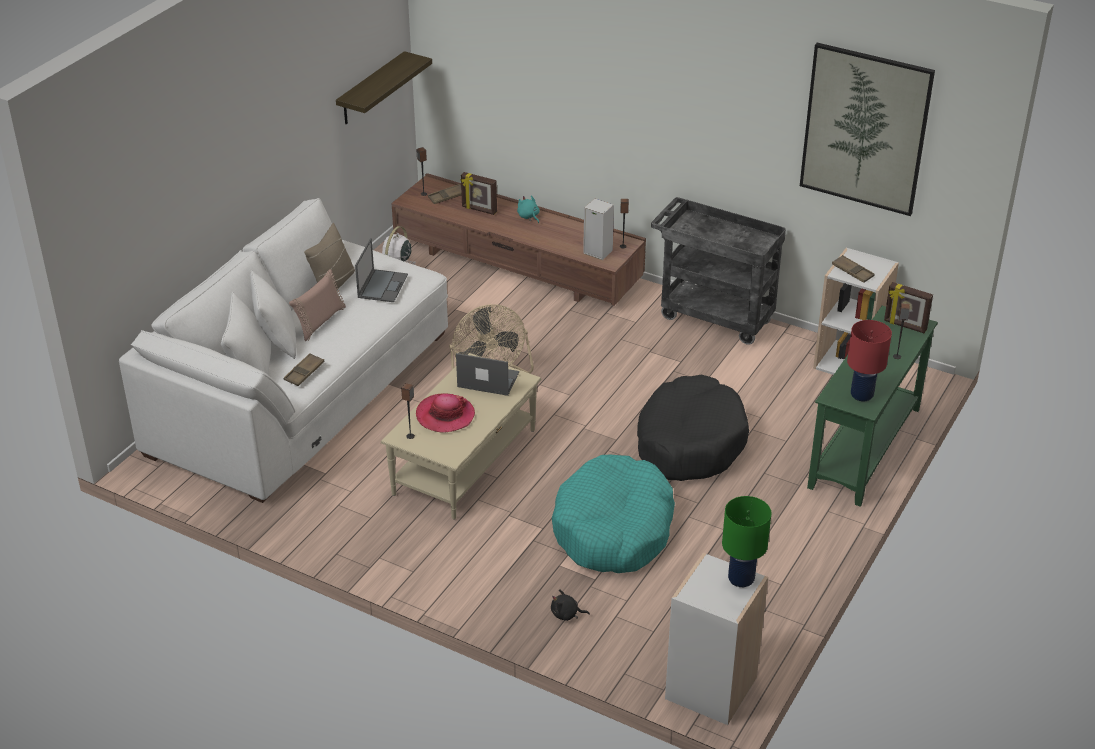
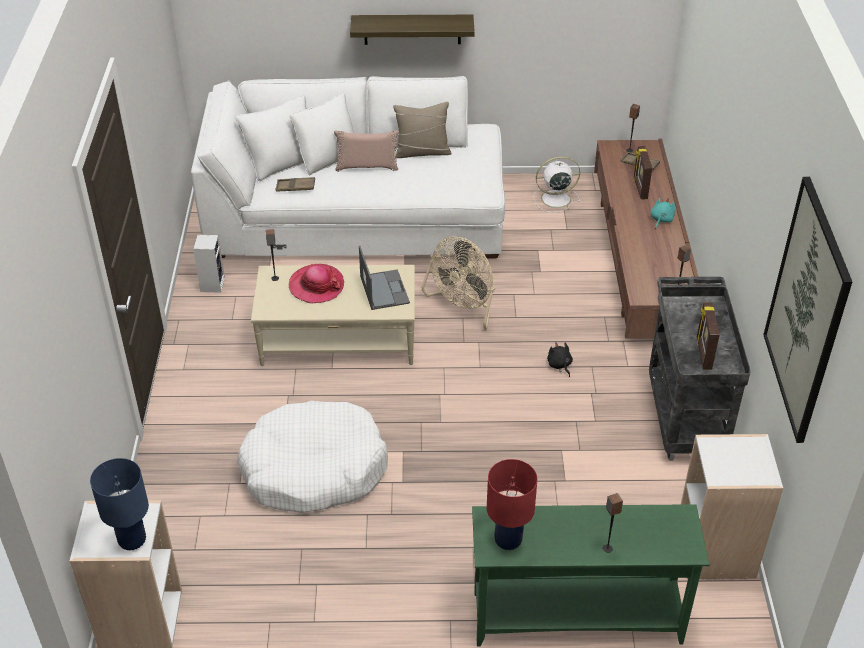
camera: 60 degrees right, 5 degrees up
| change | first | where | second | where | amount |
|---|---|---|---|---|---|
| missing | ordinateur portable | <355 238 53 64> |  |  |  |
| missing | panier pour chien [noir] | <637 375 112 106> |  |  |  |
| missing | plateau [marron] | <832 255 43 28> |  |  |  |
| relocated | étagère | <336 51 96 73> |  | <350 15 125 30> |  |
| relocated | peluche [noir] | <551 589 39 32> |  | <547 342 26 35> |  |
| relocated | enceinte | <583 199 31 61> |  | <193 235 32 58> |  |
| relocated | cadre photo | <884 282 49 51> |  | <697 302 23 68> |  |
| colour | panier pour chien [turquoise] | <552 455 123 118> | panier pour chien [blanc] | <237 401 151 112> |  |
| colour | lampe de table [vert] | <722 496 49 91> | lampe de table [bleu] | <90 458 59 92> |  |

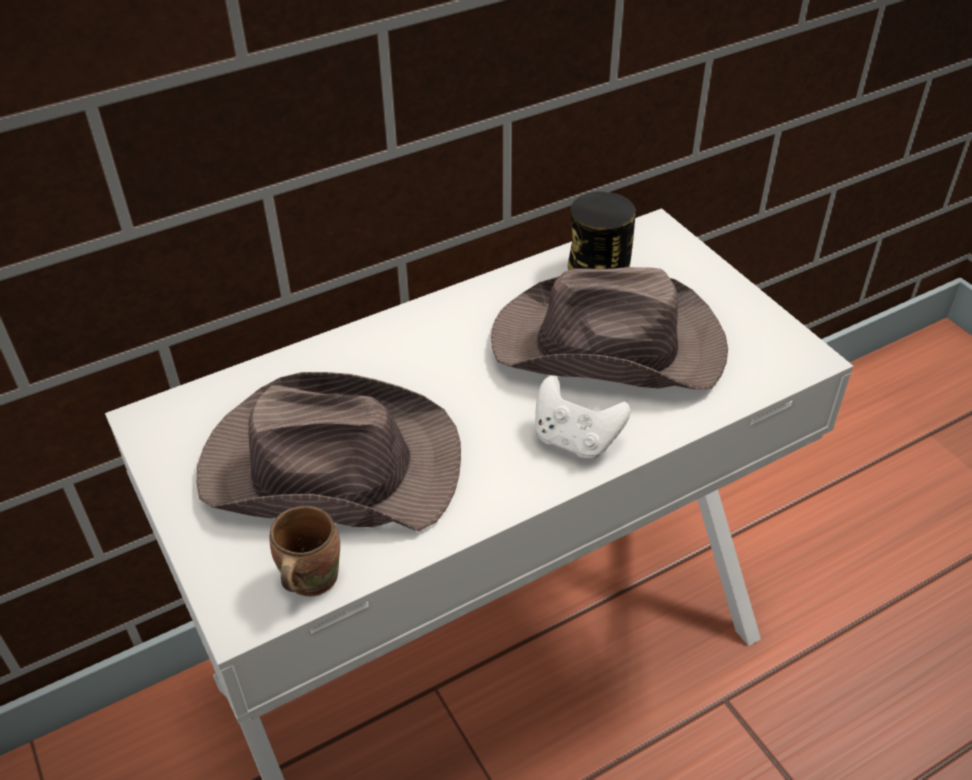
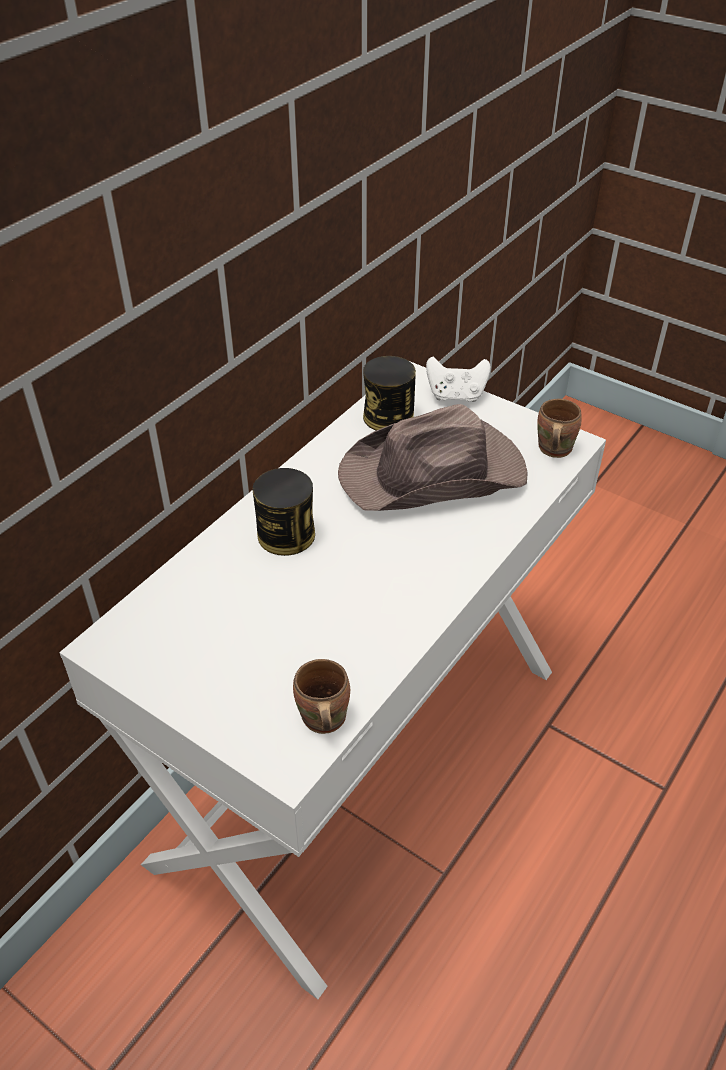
camera: 25 degrees left, 0 degrees up
| change | first | where | second | where | amount |
|---|---|---|---|---|---|
| missing | chapeau [marron] | <197 372 264 160> |  |  |  |
| appeared |  |  | boîte métallique | <253 468 62 88> |  |
| appeared |  |  | mug [marron] | <537 399 45 59> |  |
| relocated | manette [blanc] | <535 376 96 83> |  | <426 357 65 45> |  |

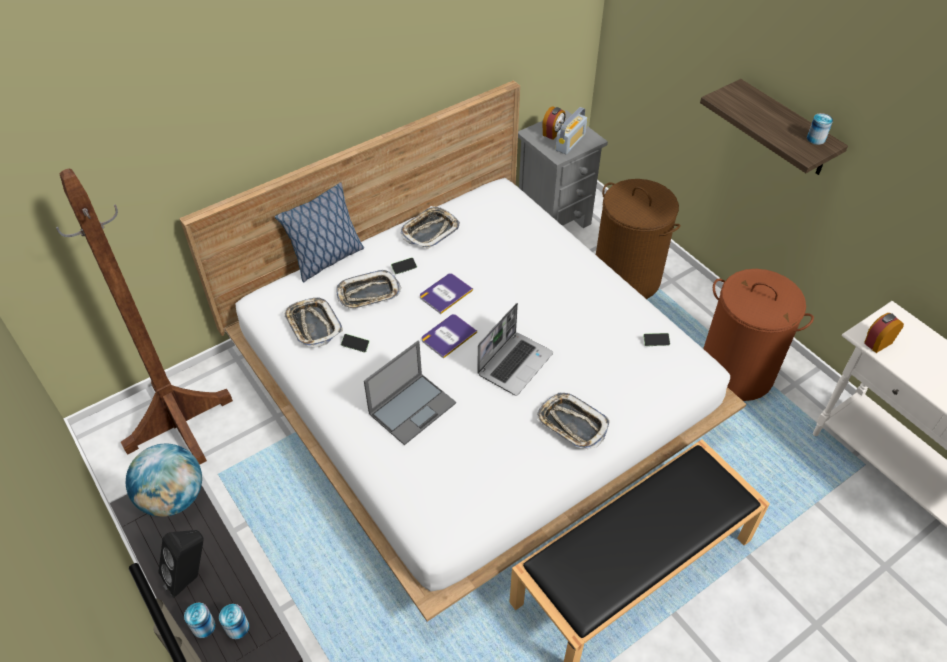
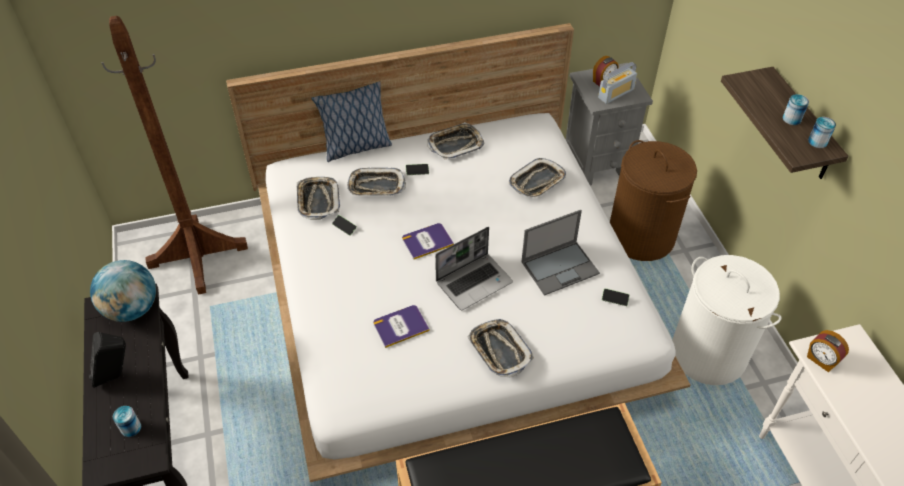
camera: 20 degrees right, 0 degrees up
| change | first | where | second | where | amount |
|---|---|---|---|---|---|
| appeared |  |  | plateau | <509 158 57 40> |  |
| relocated | boîte métallique | <184 603 32 35> |  | <783 94 26 31> |  |
| relocated | ordinateur portable | <364 341 92 104> |  | <521 210 79 86> |  |
| relocated | livre | <420 273 53 41> |  | <373 305 57 43> |  |
| colour | panier à linge [marron] | <703 269 111 132> | panier à linge [blanc] | <672 255 109 130> |  |
| spun | réveil | <864 313 40 40> |  | <807 330 42 42> | 120 degrees counterclockwise |

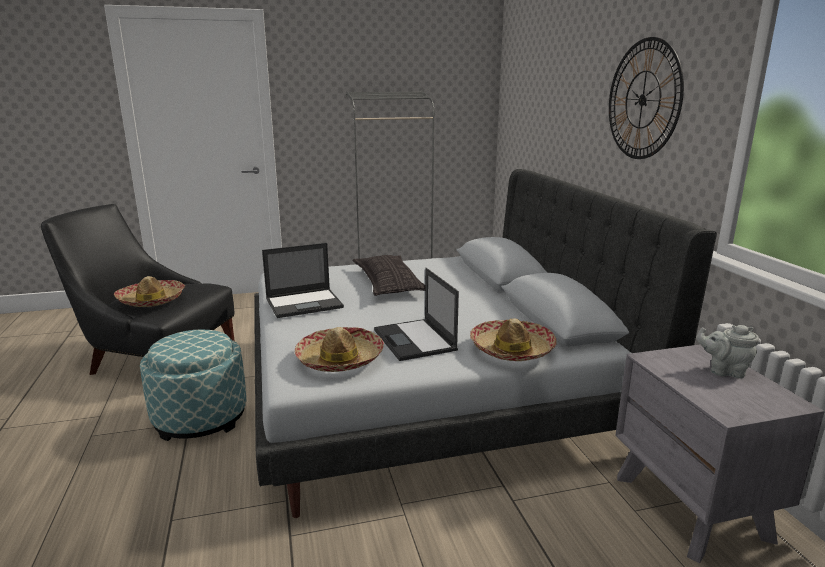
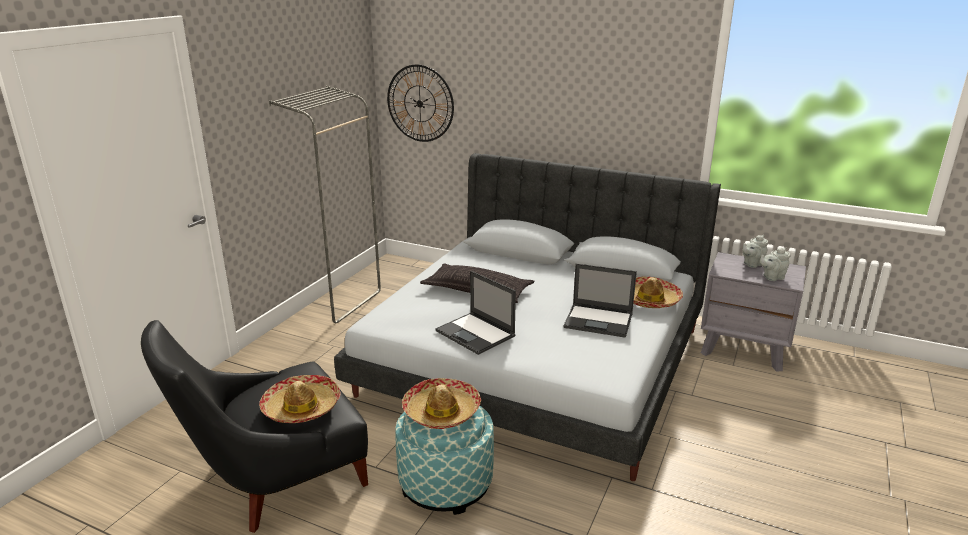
camera: 50 degrees left, 5 degrees up
| change | first | where | second | where | amount |
|---|---|---|---|---|---|
| appeared |  |  | théière [gris] | <760 248 31 33> |  |
| relocated | chapeau | <295 327 89 45> |  | <402 378 79 51> |  |
| relocated | horloge murale | <609 37 75 122> |  | <387 64 67 78> |  |
| spun | ordinateur portable | <262 243 82 75> |  | <435 271 81 84> | 120 degrees clockwise |

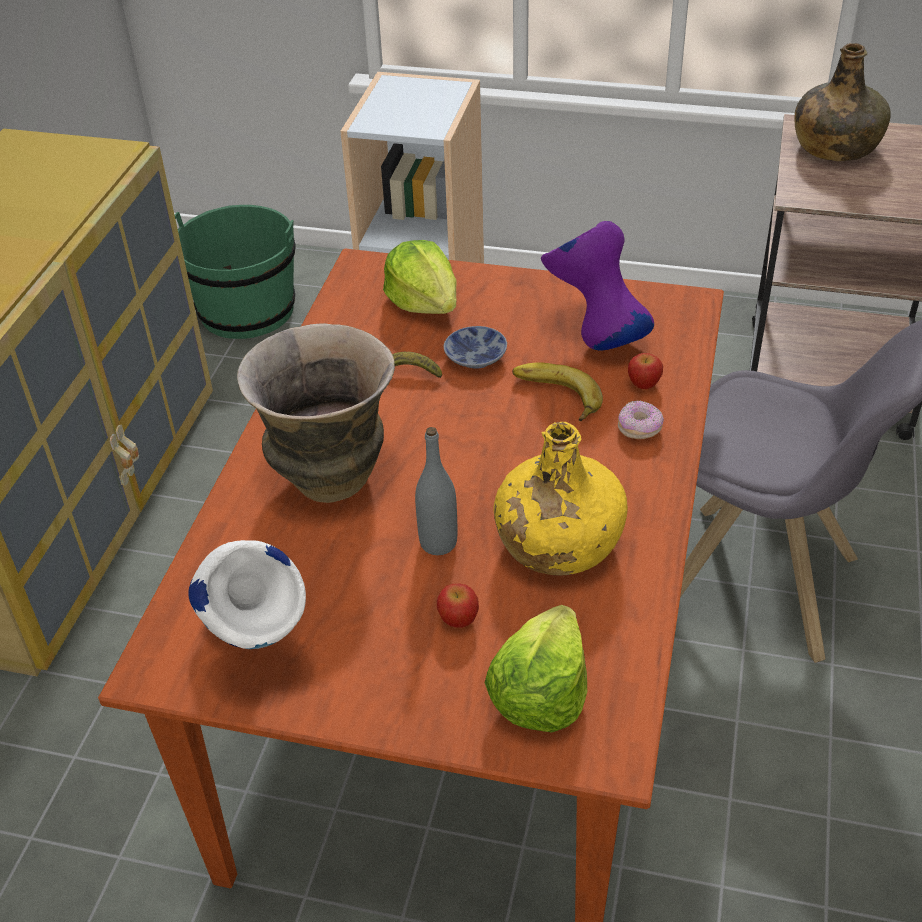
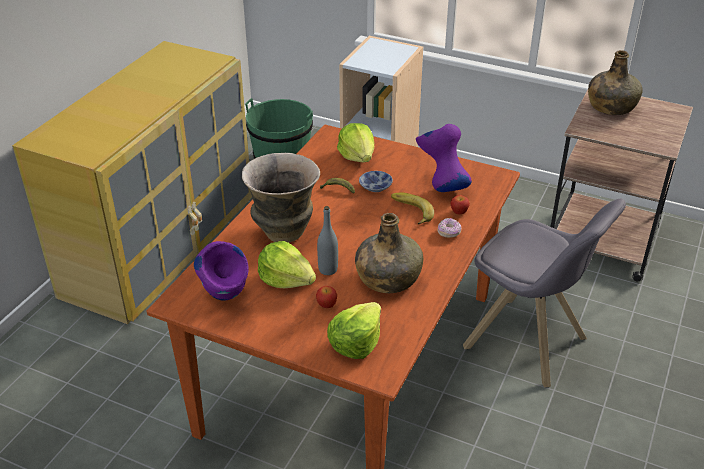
camera: 10 degrees right, 5 degrees down
| change | first | where | second | where | amount |
|---|---|---|---|---|---|
| appeared |  |  | laitue | <258 241 58 47> |  |
| colour | vase [blanc] | <188 540 118 109> | vase [violet] | <194 241 55 59> |  |
| colour | bouteille [jaune] | <494 422 134 153> | bouteille [vert] | <355 213 68 80> |  |

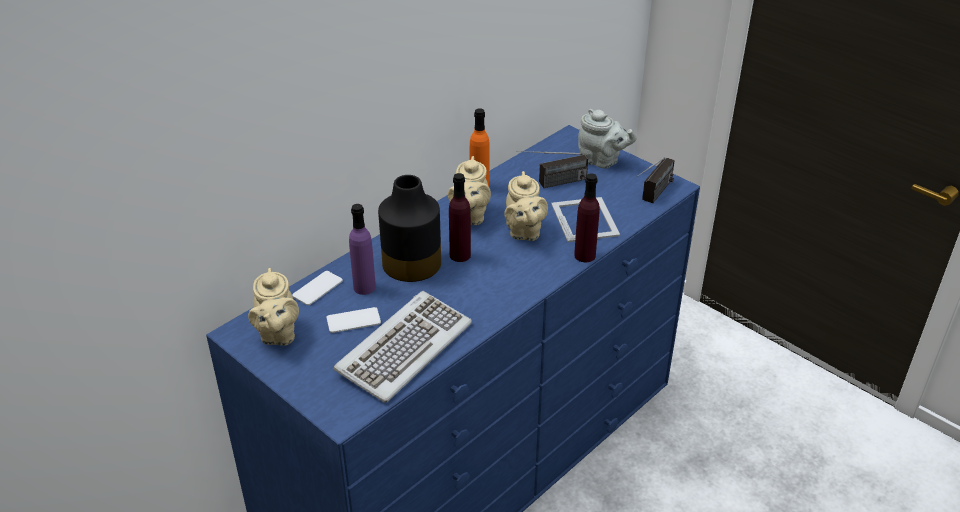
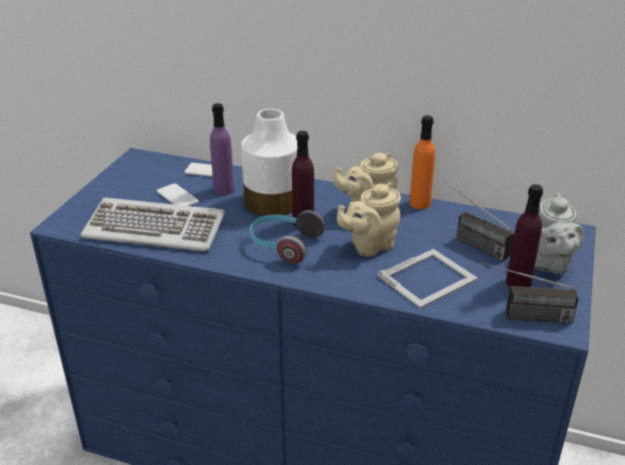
camera: 65 degrees right, 5 degrees down
| change | first | where | second | where | amount |
|---|---|---|---|---|---|
| missing | théière [beige] | <248 268 51 78> |  |  |  |
| appeared |  |  | casque audio | <250 210 75 54> |  |
| relocated | bouteille [violet] | <574 174 26 88> |  | <506 184 37 103> |  |
| colour | vase [noir] | <378 175 63 107> | vase [blanc] | <241 109 56 107> |  |

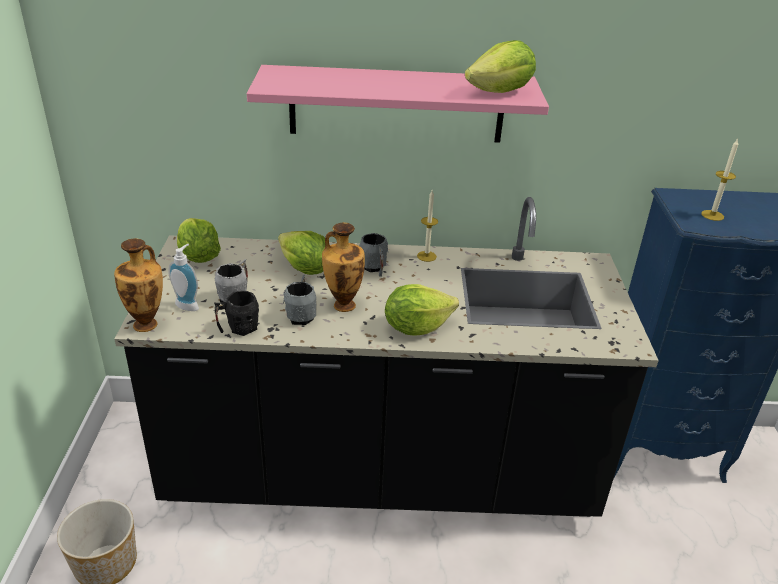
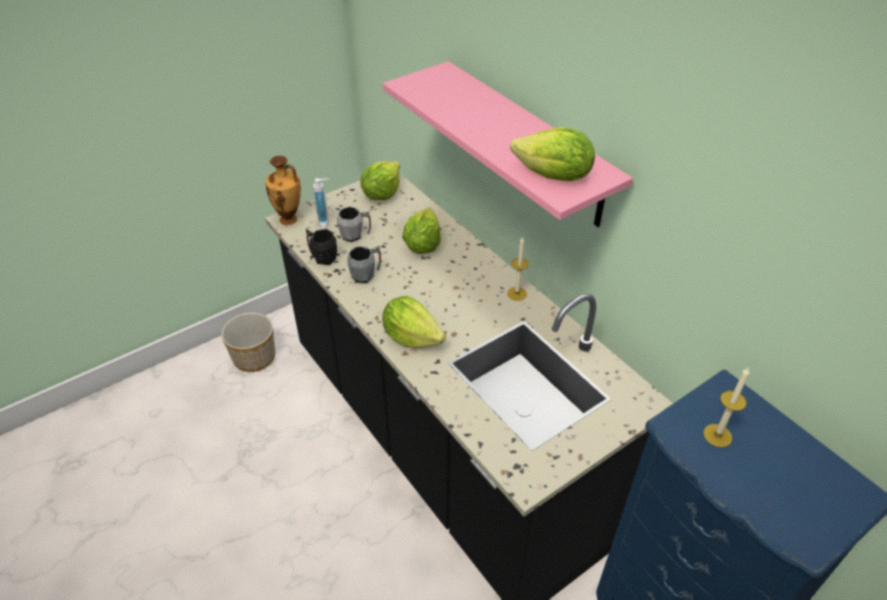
camera: 55 degrees right, 10 degrees up
| change | first | where | second | where | amount |
|---|---|---|---|---|---|
| missing | vase | <322 222 43 90> |  |  |  |
| missing | mug [gris] | <359 233 29 44> |  |  |  |

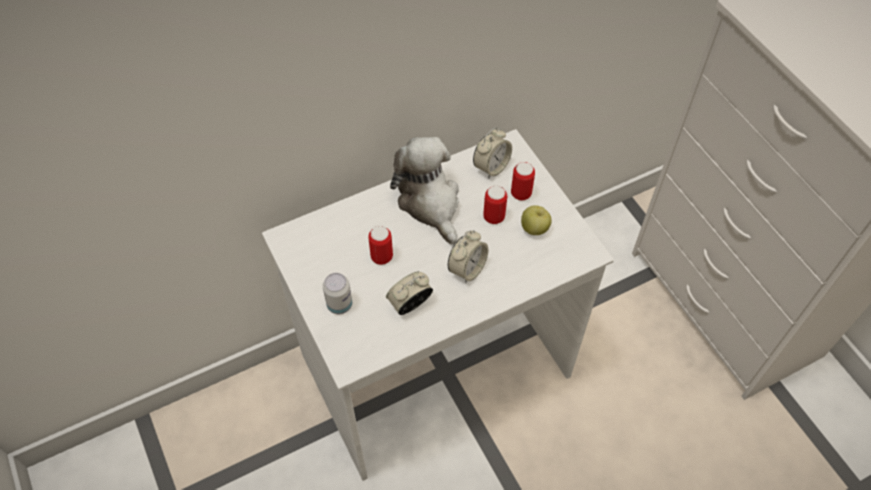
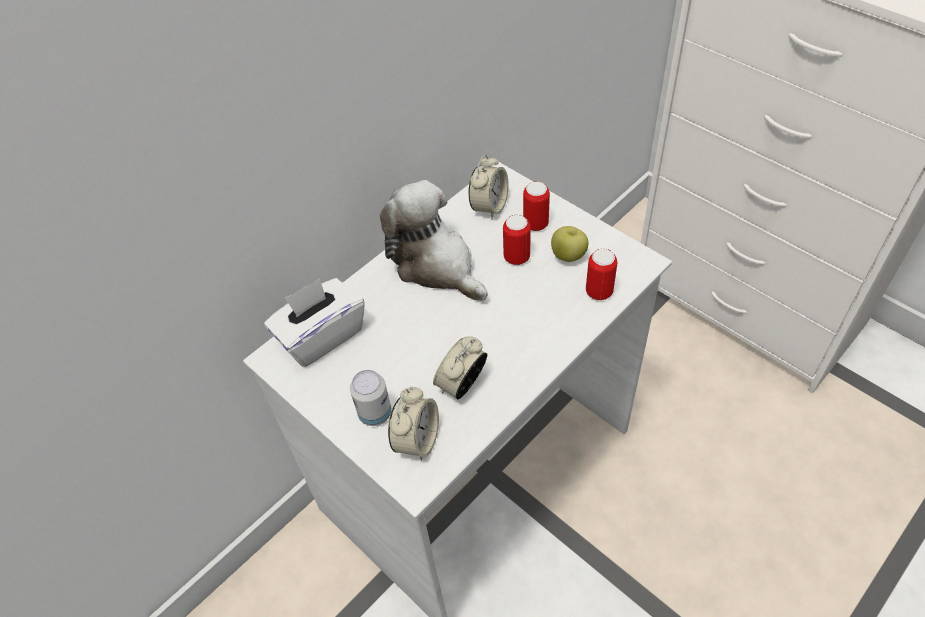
camera: 15 degrees left, 5 degrees down
| change | first | where | second | where | amount |
|---|---|---|---|---|---|
| appeared |  |  | boîte à mouchoirs [blanc] | <264 278 101 89> |  |
| relocated | boîte métallique | <368 226 25 39> |  | <586 249 31 52> |  |
| relocated | réveil | <448 230 40 53> |  | <388 386 51 75> |  |

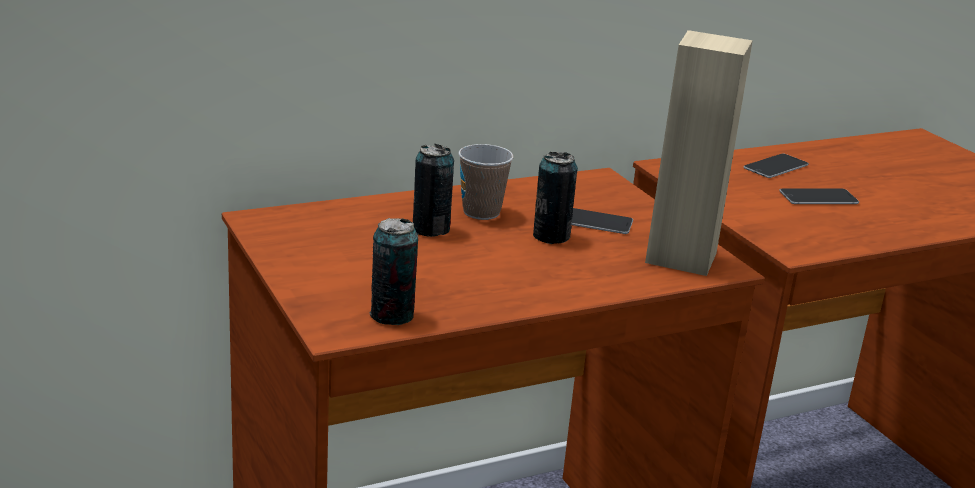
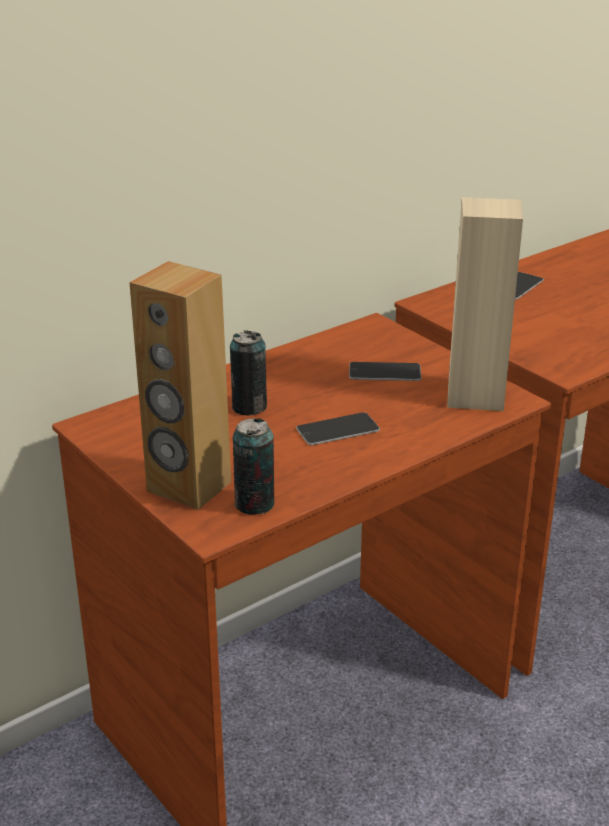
camera: 10 degrees left, 5 degrees up
| change | first | where | second | where | amount |
|---|---|---|---|---|---|
| missing | tasse | <458 144 56 76> |  |  |  |
| missing | boîte métallique | <533 152 45 92> |  |  |  |
| appeared |  |  | enceinte [marron] | <129 261 102 249> |  |
| relocated | téléphone | <779 189 80 15> |  | <296 412 84 33> |  |

